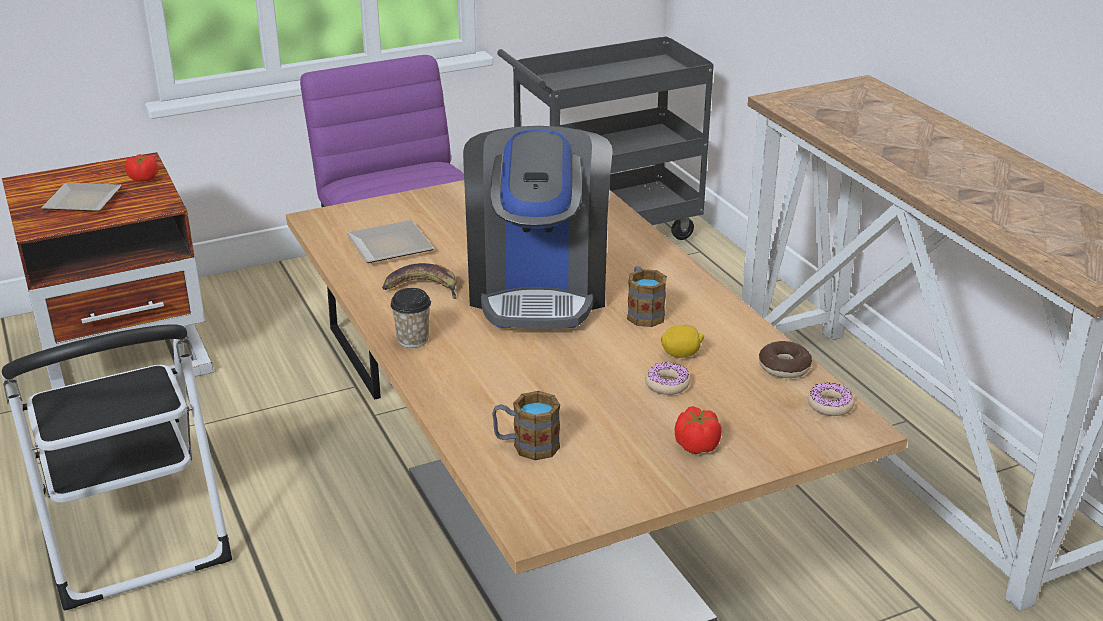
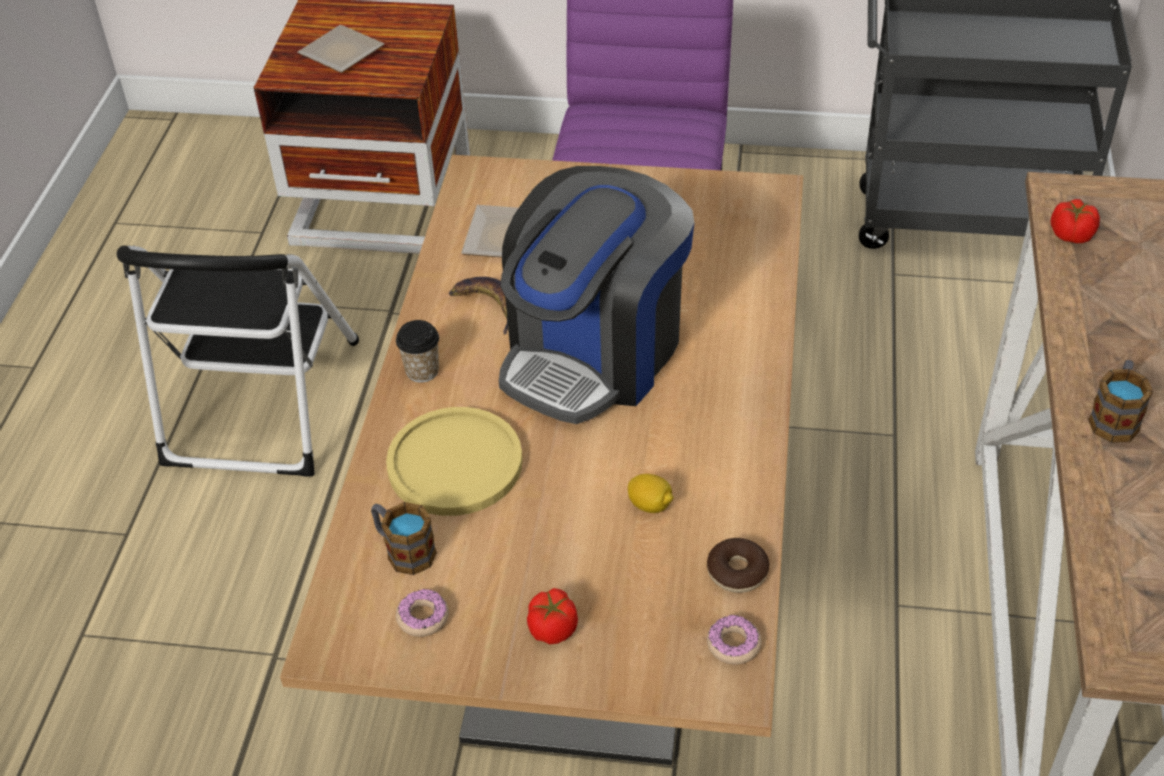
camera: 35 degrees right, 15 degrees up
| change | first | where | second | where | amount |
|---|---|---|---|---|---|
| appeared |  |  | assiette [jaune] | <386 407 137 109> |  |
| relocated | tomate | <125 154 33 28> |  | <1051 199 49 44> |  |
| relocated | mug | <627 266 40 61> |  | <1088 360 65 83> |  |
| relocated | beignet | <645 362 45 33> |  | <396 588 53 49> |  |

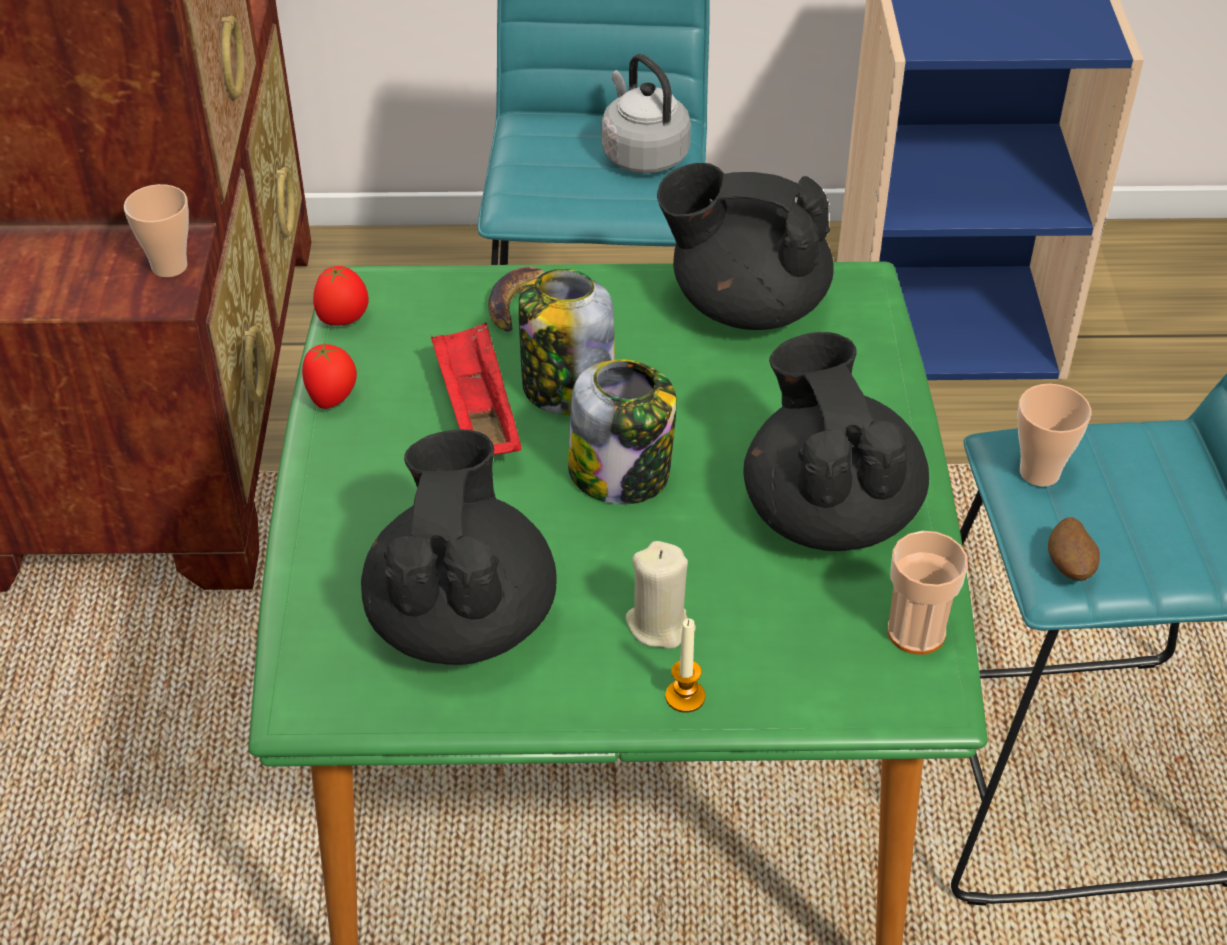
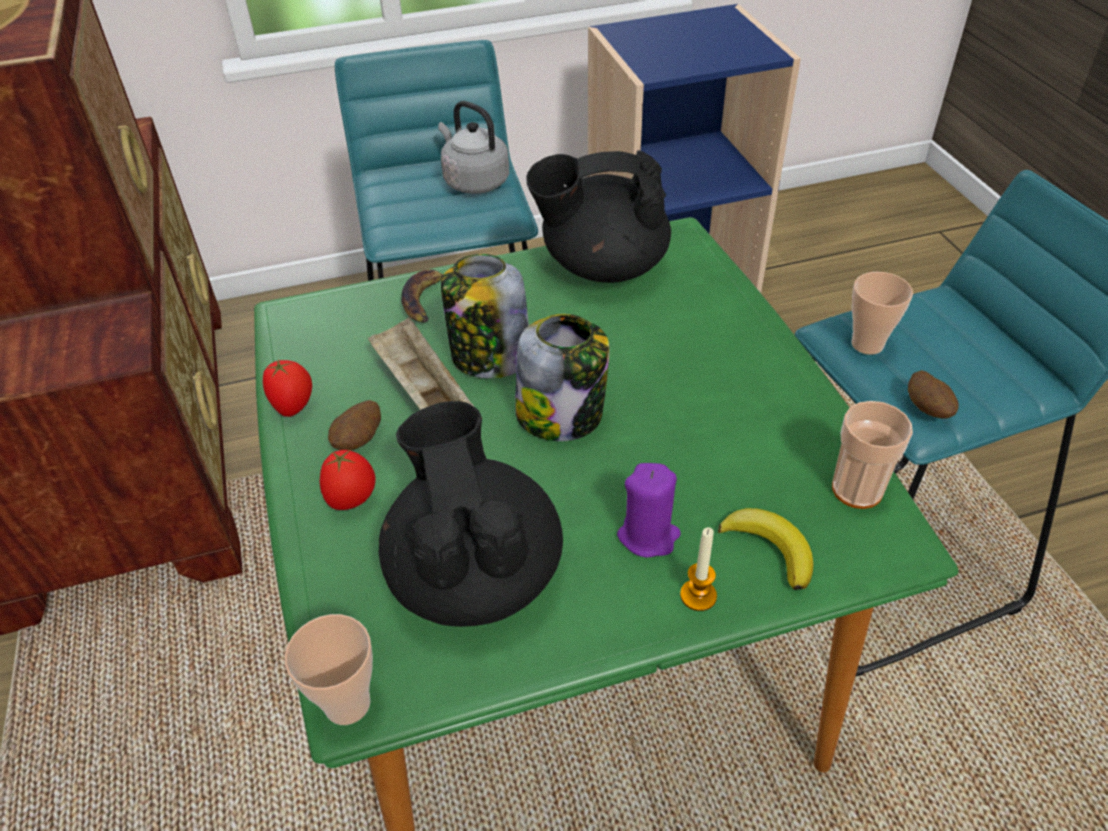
camera: 15 degrees left, 0 degrees up
| change | first | where | second | where | amount |
|---|---|---|---|---|---|
| missing | théière [noir] | <744 332 185 219> |  |  |  |
| appeared |  |  | pomme de terre | <328 400 53 50> |  |
| appeared |  |  | banane | <718 508 95 82> |  |
| relocated | tasse | <124 184 65 93> |  | <284 614 89 111> |  |
| relocated | tomate | <313 265 56 61> |  | <320 449 56 61> |  |
| colour | plateau [rouge] | <431 322 90 133> | plateau [beige] | <368 317 106 93> |  |
| colour | bougie [beige] | <626 541 70 108> | bougie [violet] | <617 463 64 95> |  |

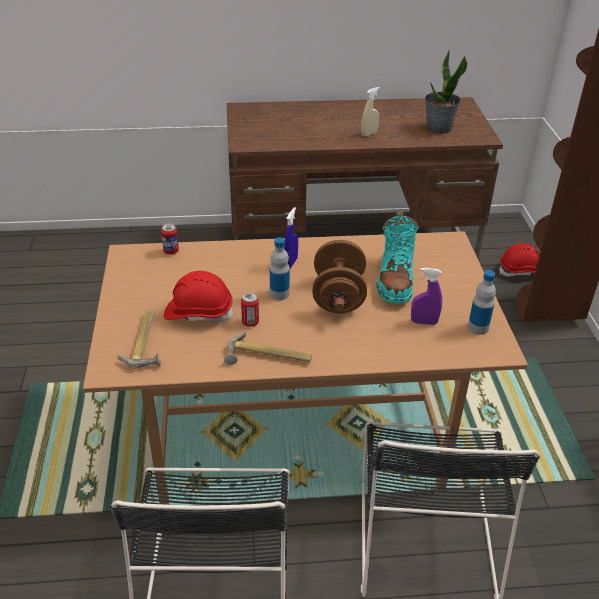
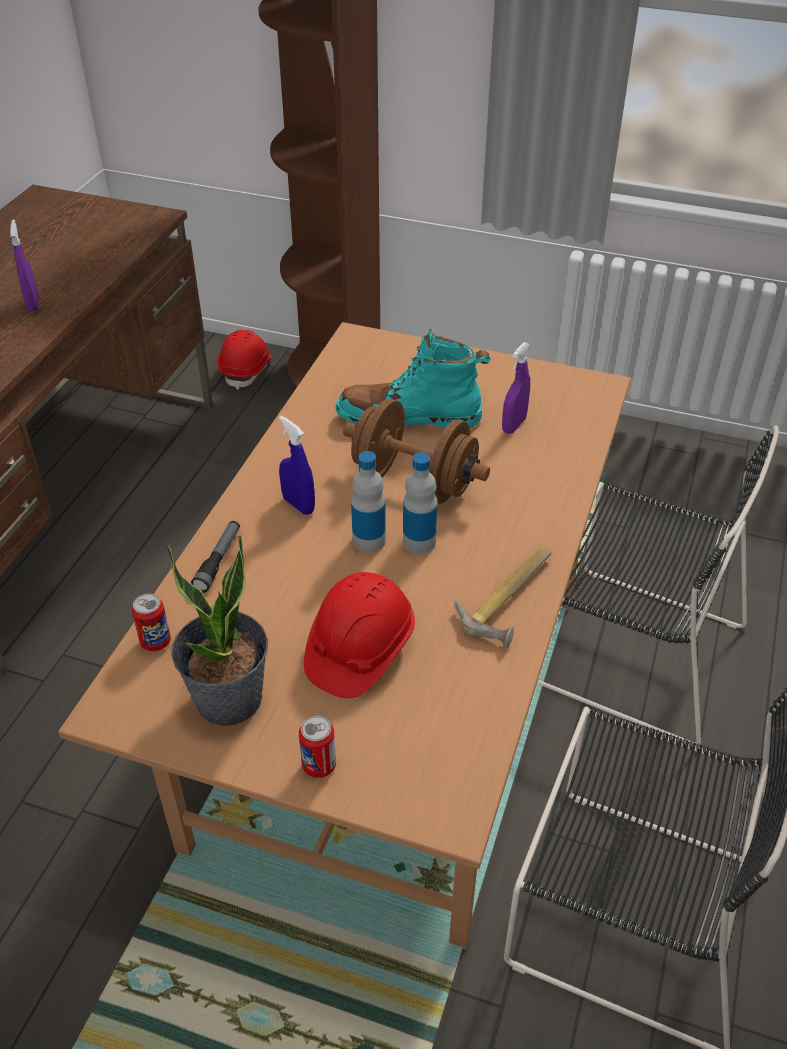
camera: 65 degrees left, 5 degrees up
| change | first | where | second | where | amount |
|---|---|---|---|---|---|
| missing | marteau | <117 308 44 61> |  |  |  |
| appeared |  |  | lampe de poche | <191 521 49 72> |  |
| relocated | boîte métallique | <241 293 18 34> |  | <299 716 37 62> |  |
| relocated | plante en pot | <425 50 42 84> |  | <167 535 101 191> |  |
| relocated | bouteille | <468 270 28 65> |  | <403 452 35 102> |  |
| colour | vaporisateur [beige] | <361 87 19 49> | vaporisateur [violet] | <10 220 29 92> |  |
| spun | botte [turquoise] | <377 212 42 91> |  | <335 329 156 99> | 150 degrees clockwise |

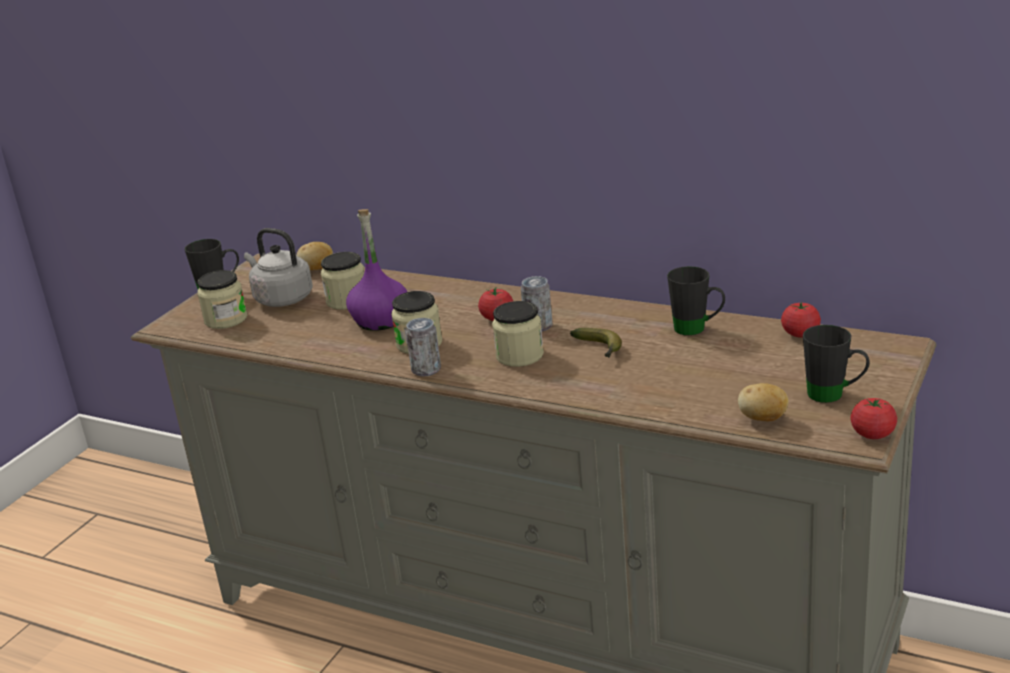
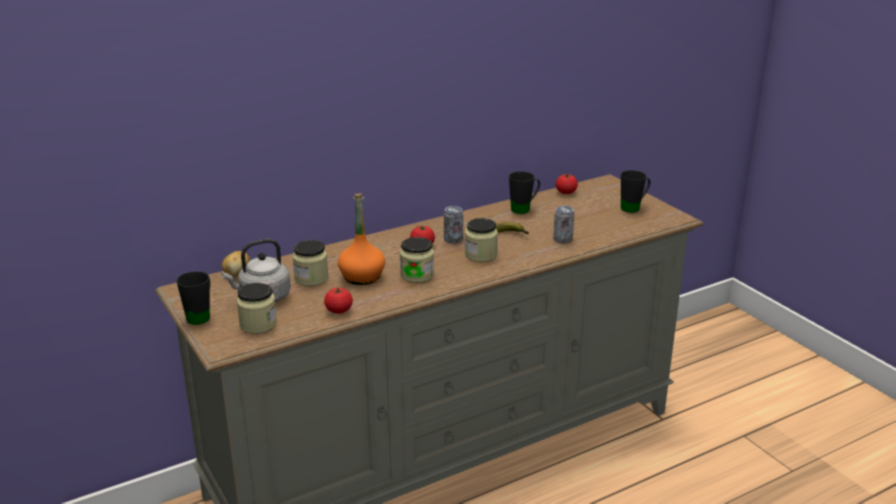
camera: 60 degrees left, 0 degrees up
| change | first | where | second | where | amount |
|---|---|---|---|---|---|
| missing | pomme de terre | <738 383 51 38> |  |  |  |
| relocated | boîte métallique | <406 318 35 59> |  | <553 206 21 38> |  |
| relocated | tomate | <851 398 46 41> |  | <324 288 29 26> |  |
| colour | bouteille [violet] | <346 209 61 122> | bouteille [orange] | <338 193 47 92> |  |

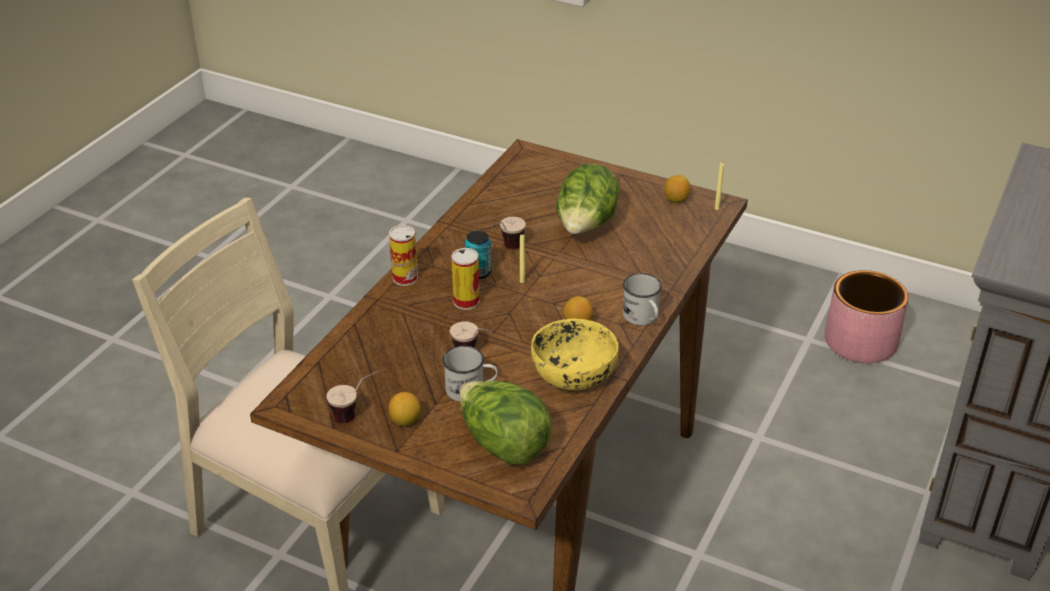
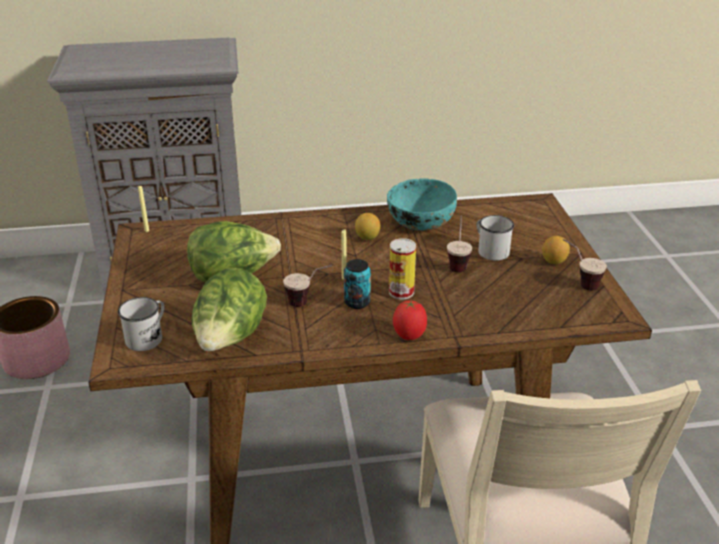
camera: 125 degrees left, 5 degrees down
| change | first | where | second | where | amount |
|---|---|---|---|---|---|
| missing | citron | <664 175 26 28> |  |  |  |
| relocated | laitue | <459 381 93 84> |  | <191 268 76 83> |  |
| relocated | mug [blanc] | <623 273 39 52> |  | <118 297 47 54> |  |
| exchanged | boîte métallique | <389 225 29 61> | tomate | <393 300 34 40> |  |
| colour | bol [jaune] | <531 318 88 72> | bol [turquoise] | <387 178 70 52> |  |

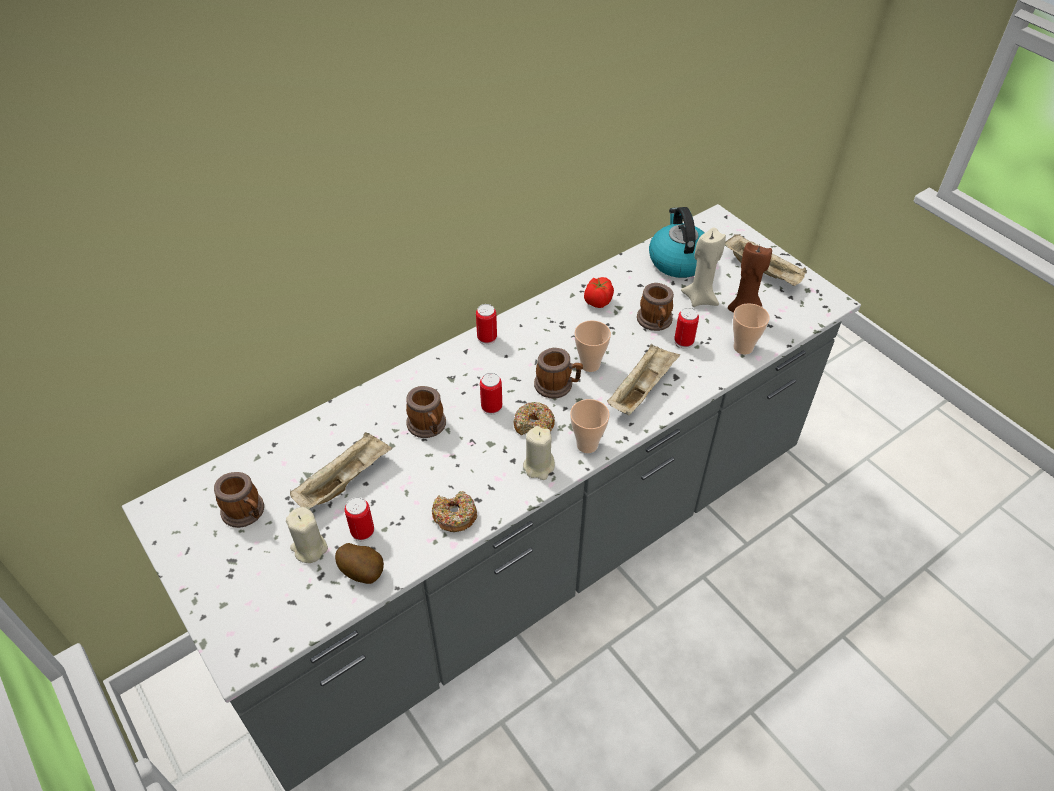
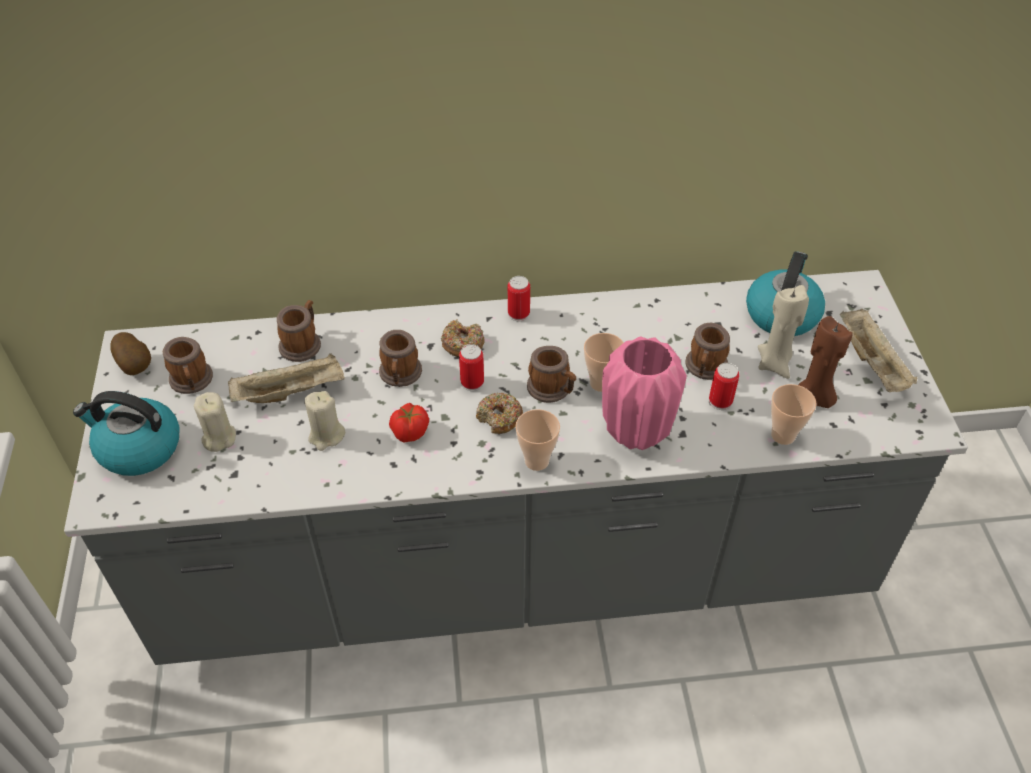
camera: 30 degrees right, 0 degrees up
| change | first | where | second | where | amount |
|---|---|---|---|---|---|
| missing | boîte métallique | <345 497 29 44> |  |  |  |
| appeared |  |  | bouilloire | <73 391 106 85> |  |
| appeared |  |  | mug | <277 300 44 62> |  |
| relocated | pomme de terre | <335 543 49 41> |  | <110 332 41 43> |  |
| relocated | beignet | <432 491 45 41> |  | <441 319 44 38> |  |
| relocated | bougie [beige] | <523 426 32 54> |  | <305 391 40 60> |  |
| relocated | tomate | <584 277 30 31> |  | <389 403 40 40> |  |
| exchanged | plateau [beige] | <607 344 73 72> | vase [rose] | <602 336 85 114> |  |

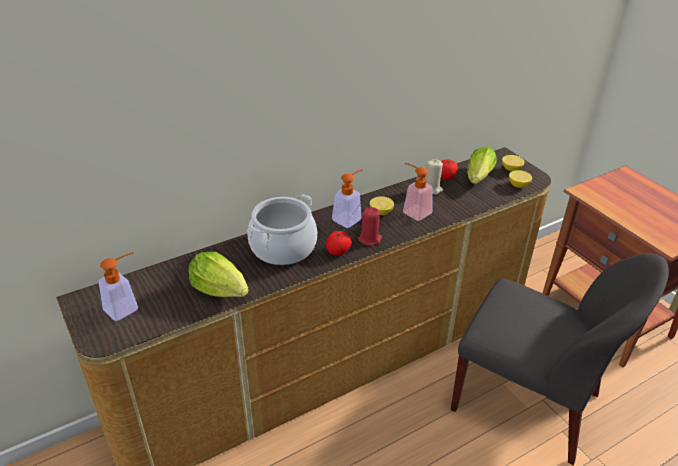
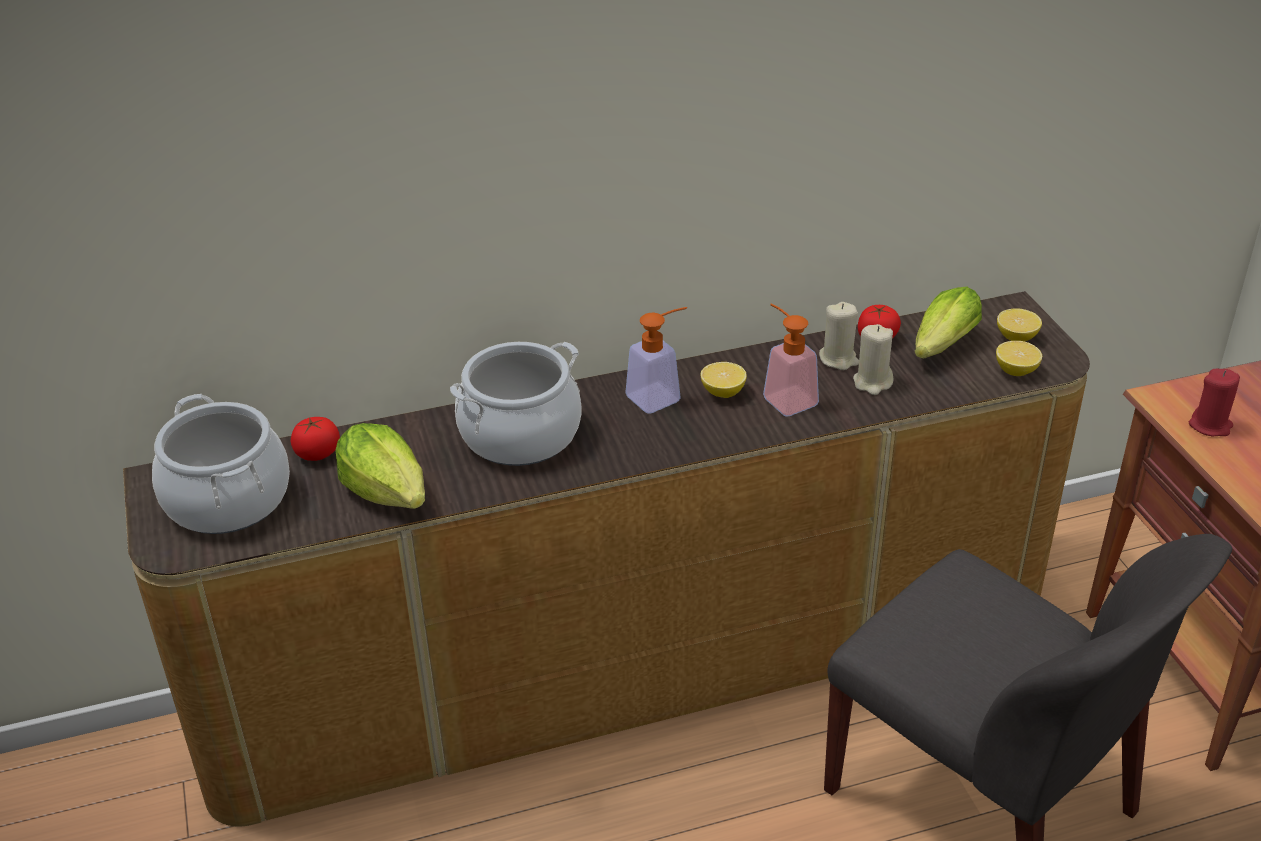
camera: 15 degrees right, 0 degrees up
| change | first | where | second | where | amount |
|---|---|---|---|---|---|
| appeared |  |  | bougie [beige] | <853 324 41 71> |  |
| relocated | tomate | <326 231 26 24> |  | <291 417 49 44> |  |
| relocated | bougie [rouge] | <358 207 24 39> |  | <1189 369 51 67> |  |
| exchanged | distributeur de savon | <99 252 39 69> | marmite | <152 394 138 140> |  |

